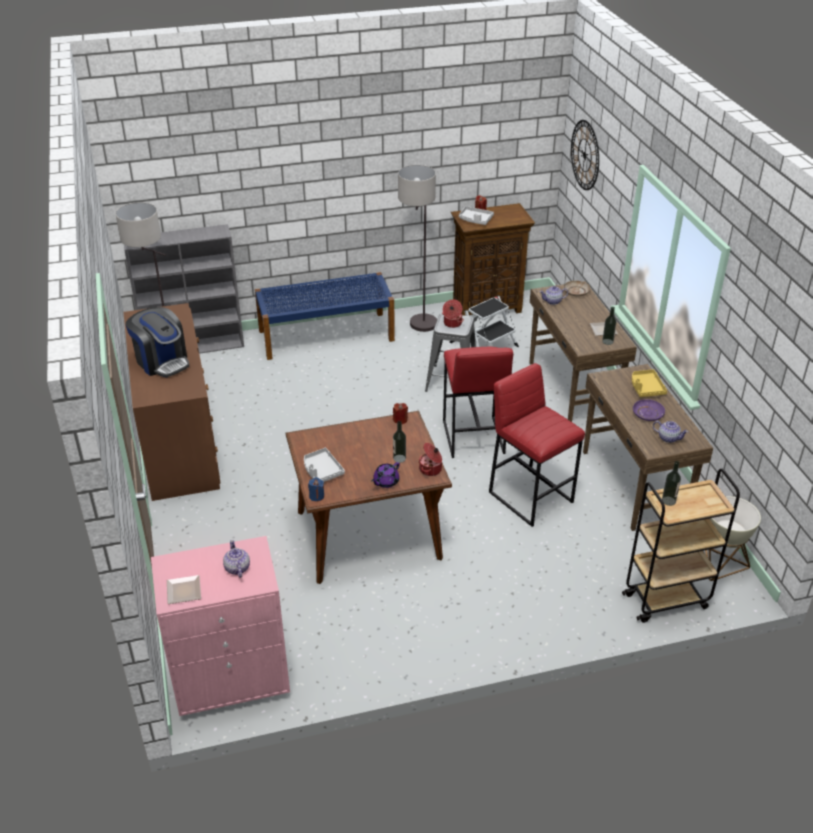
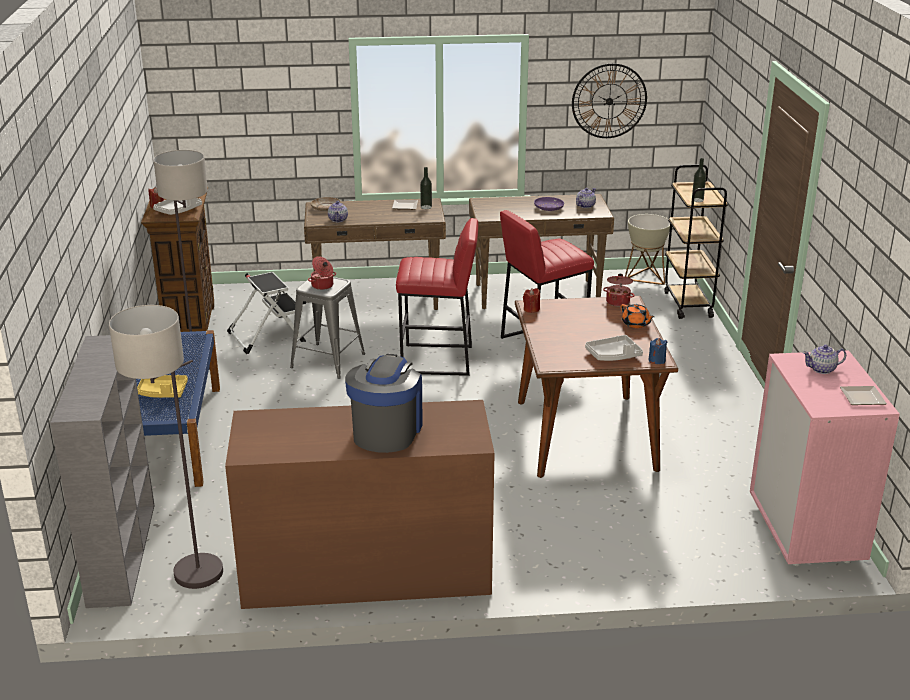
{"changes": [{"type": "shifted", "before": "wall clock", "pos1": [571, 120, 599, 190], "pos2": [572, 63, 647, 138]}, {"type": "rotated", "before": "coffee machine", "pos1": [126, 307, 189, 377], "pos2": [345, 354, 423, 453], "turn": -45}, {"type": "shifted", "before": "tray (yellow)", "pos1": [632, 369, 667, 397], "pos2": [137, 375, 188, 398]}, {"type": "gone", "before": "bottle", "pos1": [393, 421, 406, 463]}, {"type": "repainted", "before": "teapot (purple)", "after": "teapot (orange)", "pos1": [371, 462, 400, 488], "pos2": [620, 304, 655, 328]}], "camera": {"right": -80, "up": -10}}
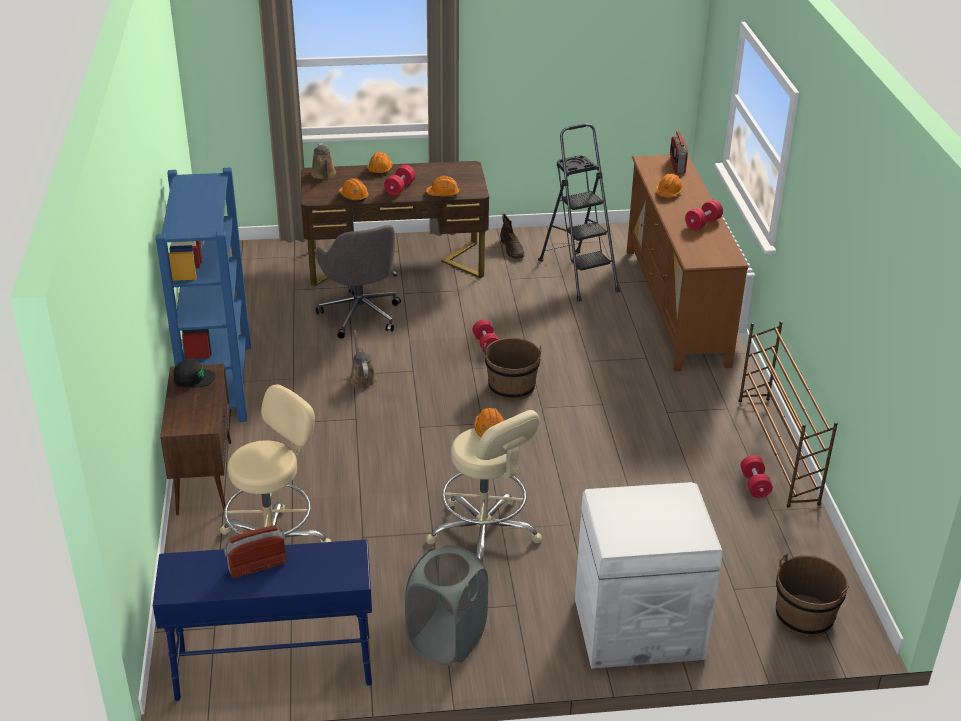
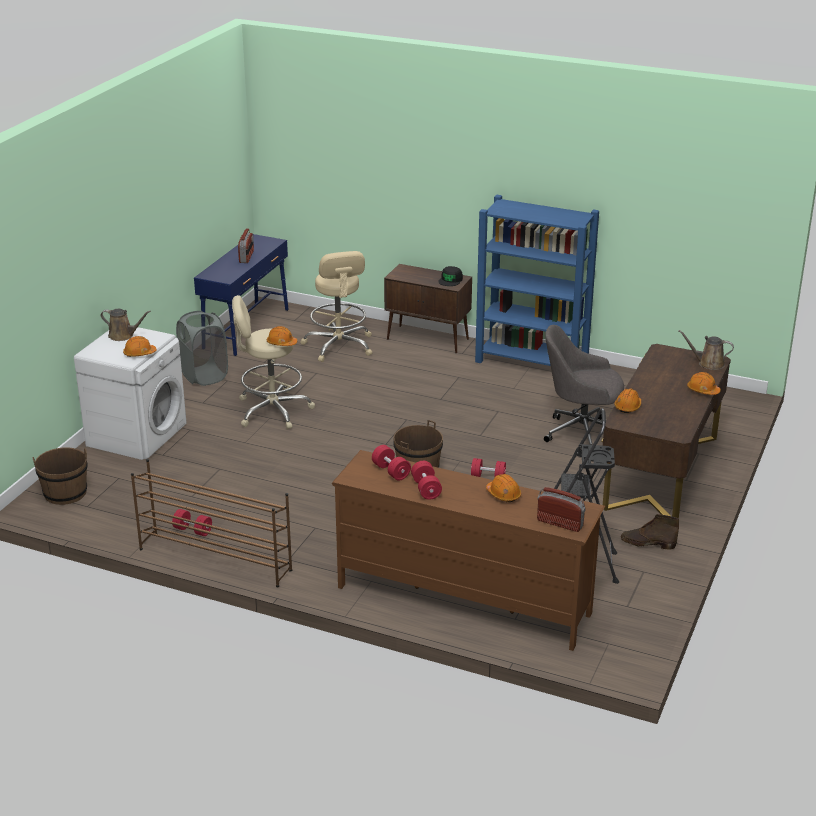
{"changes": [{"type": "shifted", "before": "dumbbell (red)", "pos1": [384, 165, 416, 196], "pos2": [372, 445, 411, 480]}, {"type": "shifted", "before": "hard hat (orange)", "pos1": [339, 178, 369, 202], "pos2": [123, 336, 157, 357]}, {"type": "shifted", "before": "watering can (brown)", "pos1": [349, 330, 377, 390], "pos2": [100, 309, 151, 341]}], "camera": {"right": 120, "up": -5}}
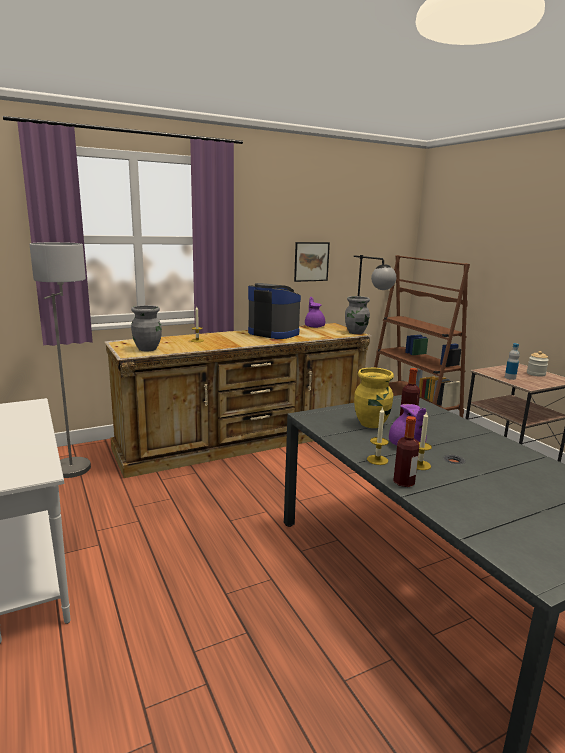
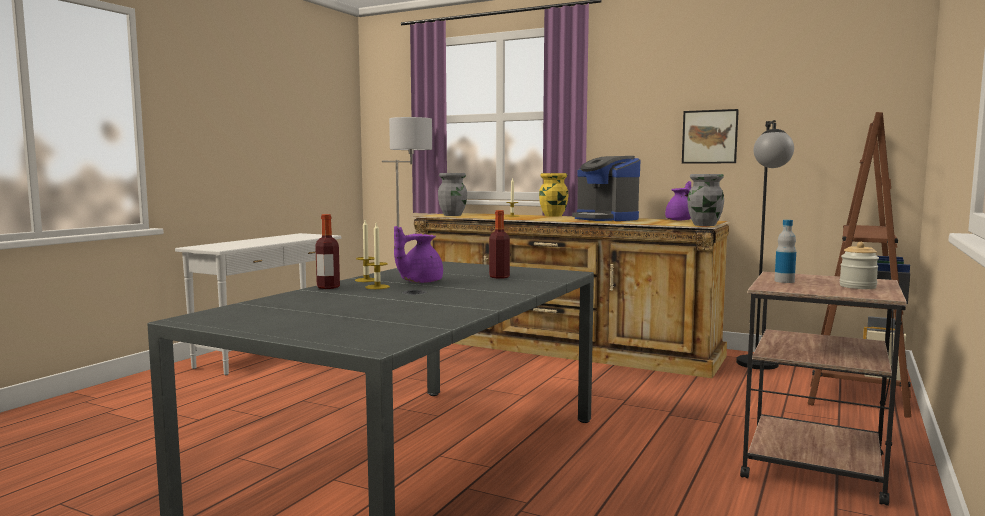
{"changes": [{"type": "rotated", "before": "coffee machine", "pos1": [248, 283, 301, 339], "pos2": [572, 156, 640, 221], "turn": 150}, {"type": "shifted", "before": "vase (yellow)", "pos1": [354, 367, 394, 428], "pos2": [539, 173, 568, 216]}], "camera": {"right": 55, "up": -10}}
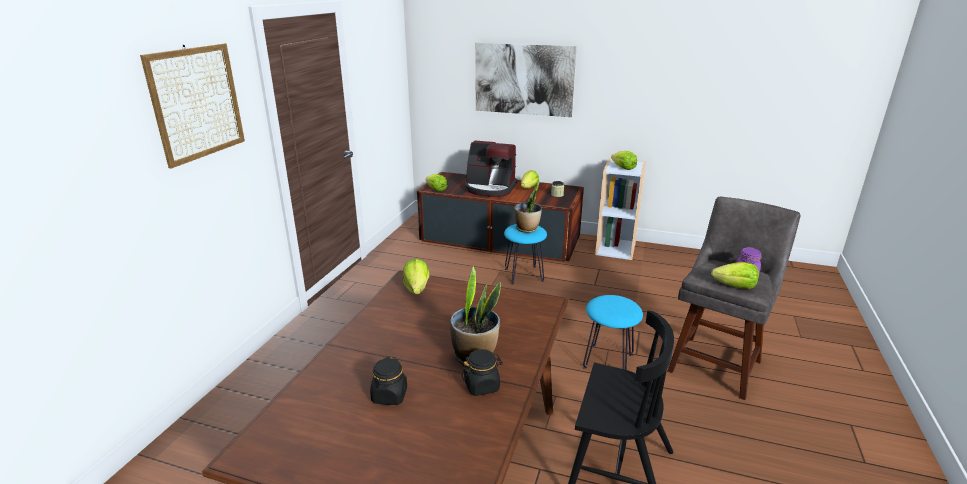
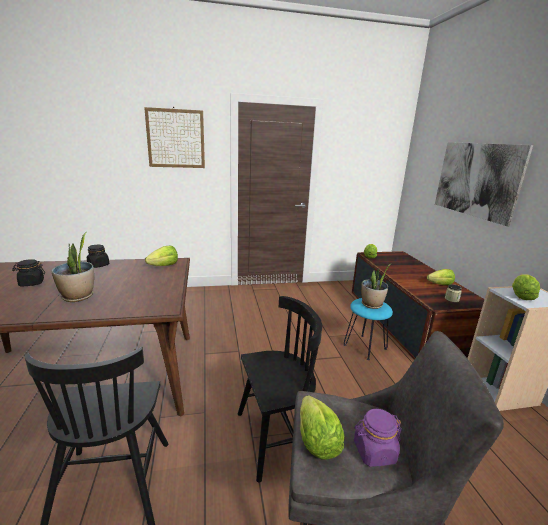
{"changes": [{"type": "gone", "before": "coffee machine", "pos1": [465, 141, 517, 197]}, {"type": "swapped", "before": "stool (turquoise)", "after": "chair (black)", "pos1": [583, 295, 643, 370], "pos2": [238, 296, 322, 483]}, {"type": "shifted", "before": "jar (black)", "pos1": [462, 349, 503, 396], "pos2": [87, 245, 109, 268]}], "camera": {"right": 60, "up": -5}}
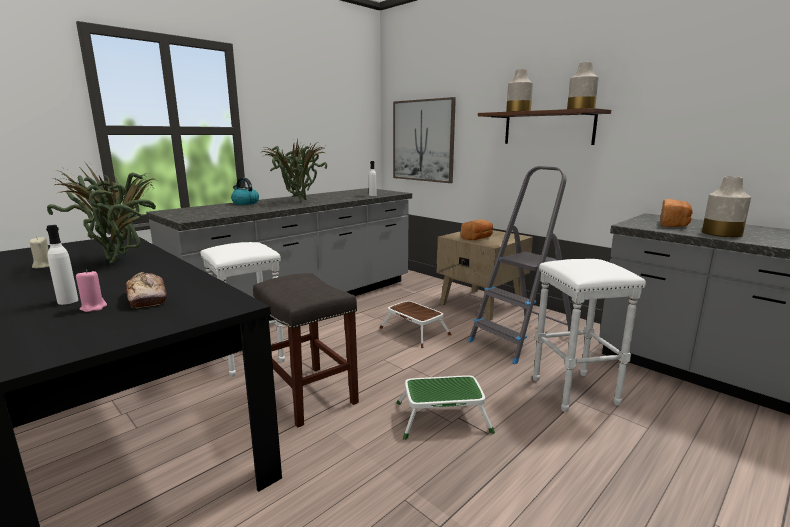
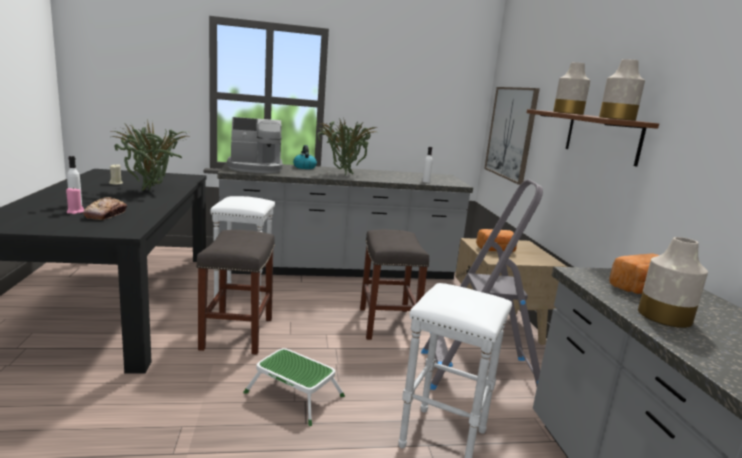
{"changes": [{"type": "swapped", "before": "step ladder (brown)", "after": "stool (grey)", "pos1": [380, 301, 451, 348], "pos2": [360, 229, 429, 340]}, {"type": "new", "after": "coffee machine", "pos2": [227, 117, 283, 173]}], "camera": {"right": 35, "up": 0}}
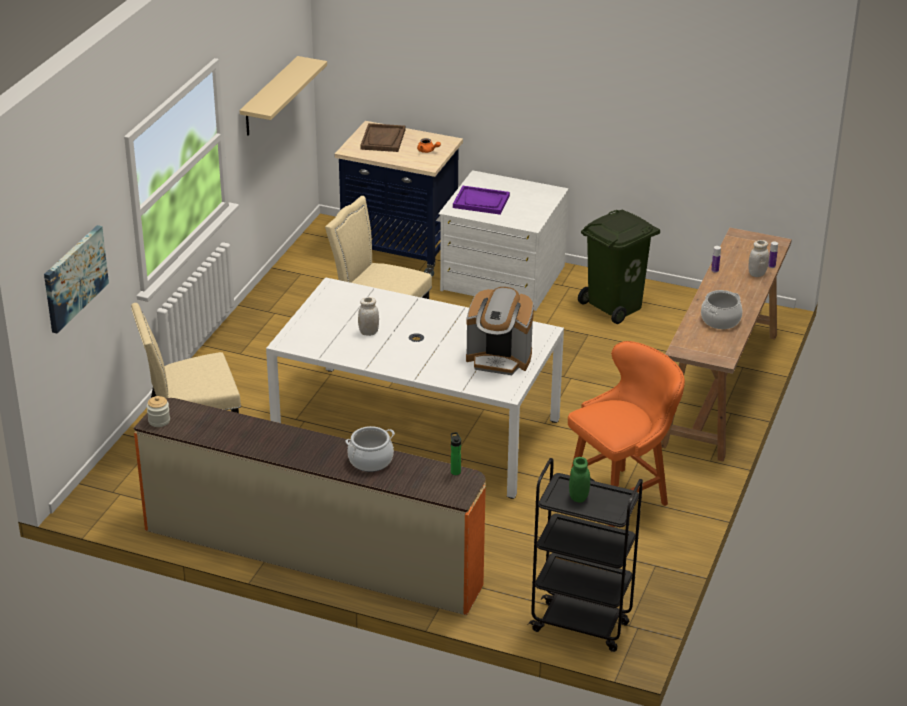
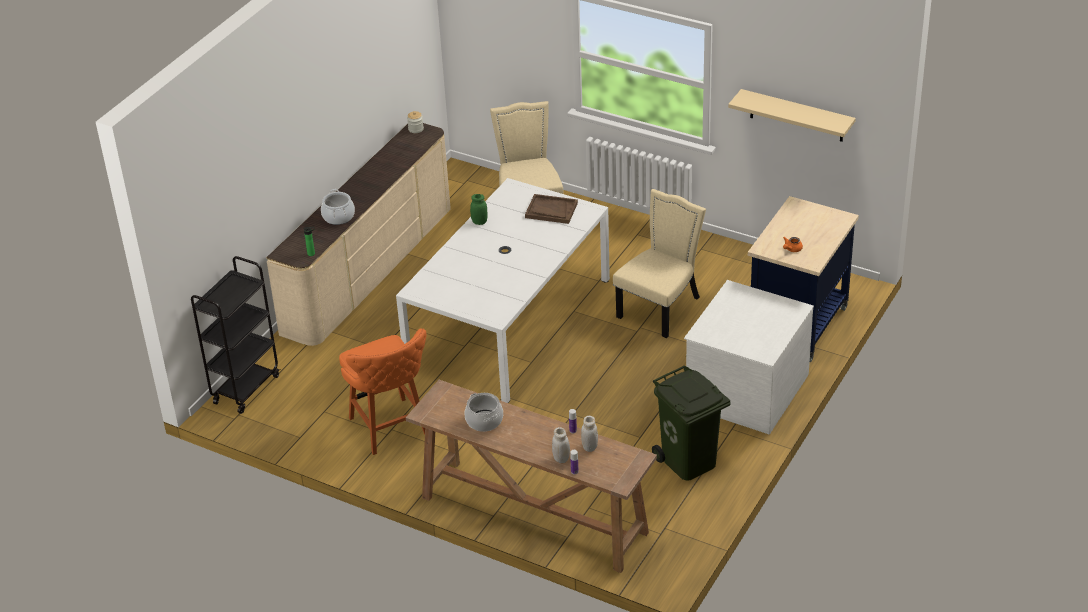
{"changes": [{"type": "shifted", "before": "tray (brown)", "pos1": [360, 123, 405, 152], "pos2": [525, 194, 578, 224]}, {"type": "gone", "before": "tray (purple)", "pos1": [453, 186, 510, 215]}, {"type": "gone", "before": "picture", "pos1": [44, 225, 109, 333]}, {"type": "gone", "before": "coffee machine", "pos1": [466, 287, 534, 375]}, {"type": "shifted", "before": "jar (white)", "pos1": [358, 297, 379, 336], "pos2": [581, 416, 598, 452]}, {"type": "repainted", "before": "cabinet (orange)", "after": "cabinet (beige)", "pos1": [134, 398, 486, 616], "pos2": [266, 123, 451, 346]}, {"type": "shifted", "before": "jar (green)", "pos1": [569, 457, 590, 503], "pos2": [470, 194, 488, 225]}], "camera": {"right": 100, "up": 5}}
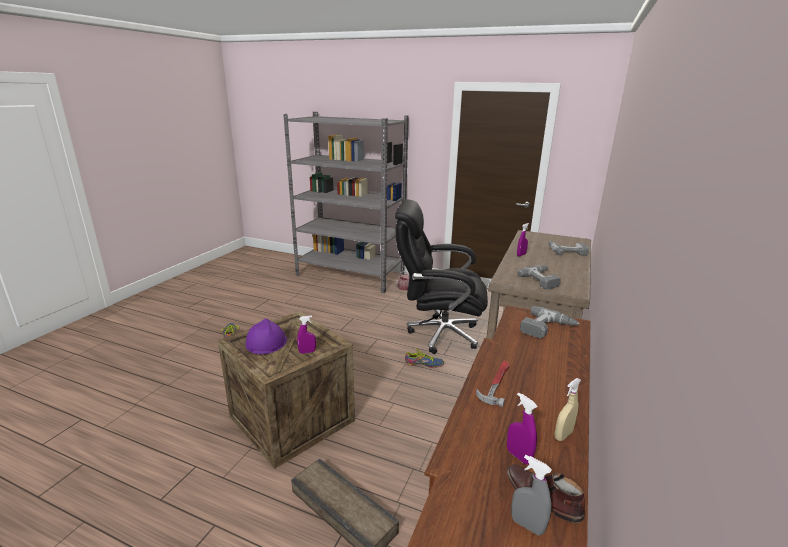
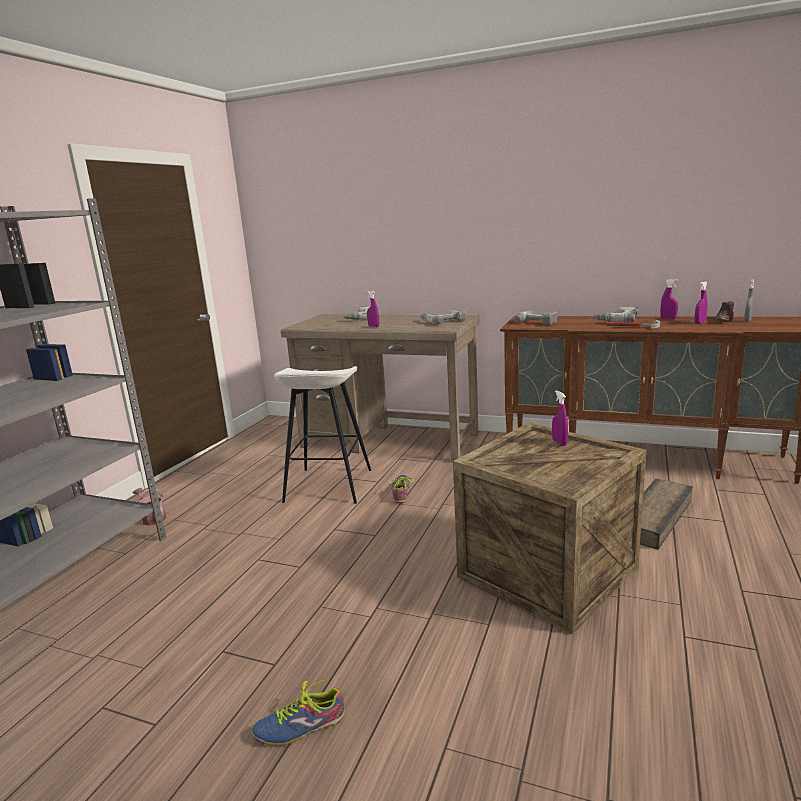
{"changes": [{"type": "swapped", "before": "office chair (black)", "after": "stool (white)", "pos1": [395, 199, 488, 354], "pos2": [274, 366, 371, 504]}, {"type": "gone", "before": "hard hat (purple)", "pos1": [245, 319, 287, 354]}, {"type": "repainted", "before": "spray bottle (beige)", "after": "spray bottle (purple)", "pos1": [555, 378, 581, 441], "pos2": [660, 279, 678, 319]}, {"type": "new", "after": "power drill", "pos2": [593, 306, 639, 322]}], "camera": {"right": -90, "up": -5}}
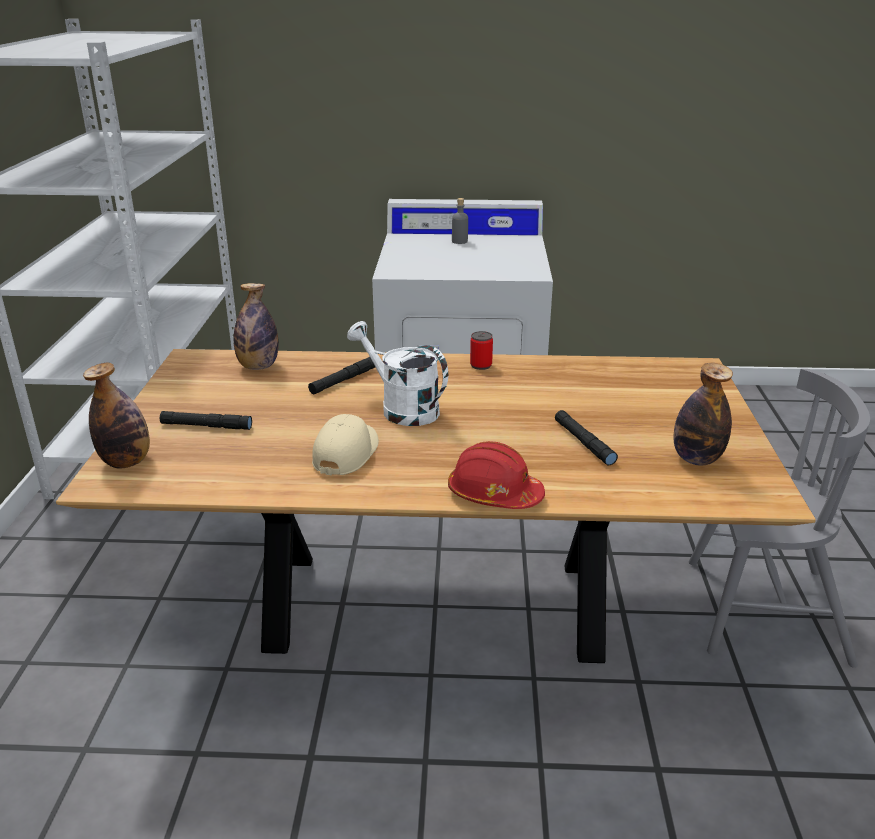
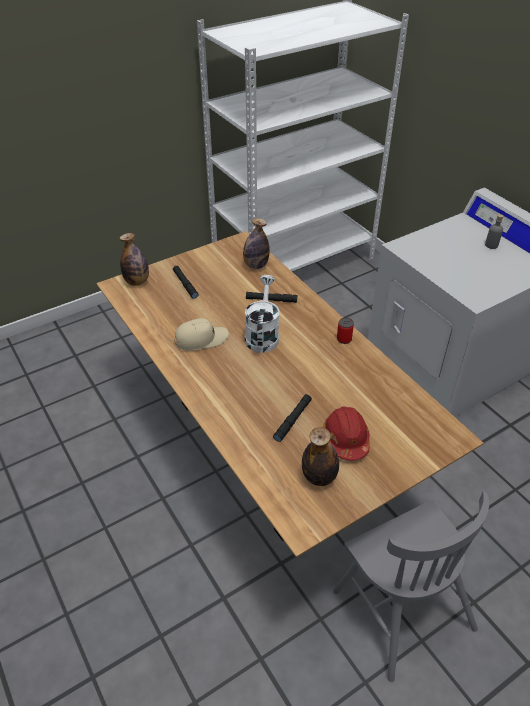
{"changes": [{"type": "shifted", "before": "hard hat (red)", "pos1": [448, 441, 545, 509], "pos2": [323, 406, 370, 461]}], "camera": {"right": 55, "up": 15}}
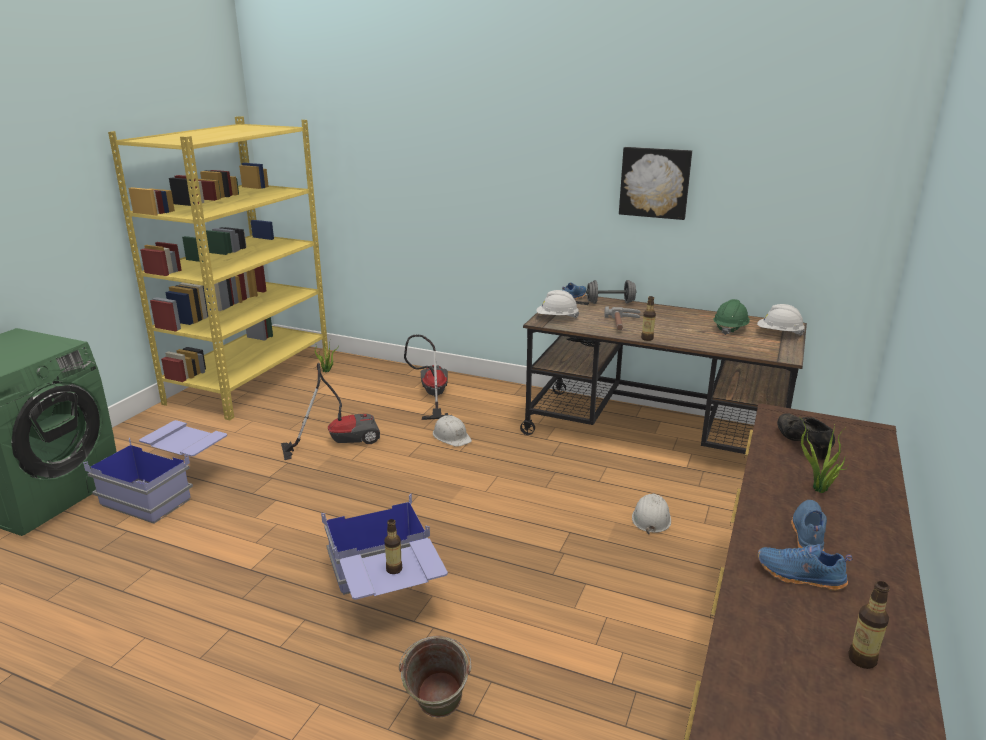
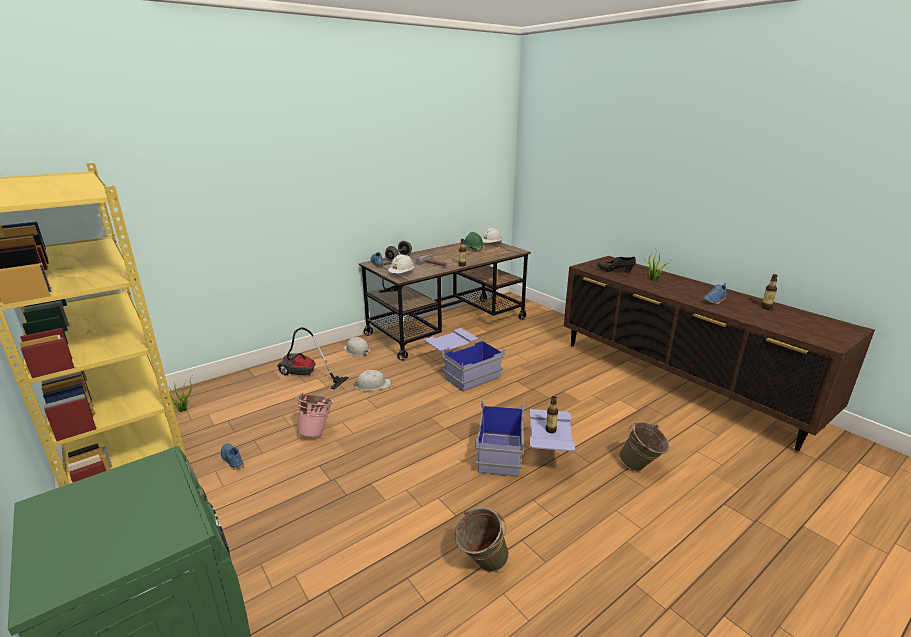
{"changes": [{"type": "gone", "before": "picture", "pos1": [619, 147, 692, 220]}, {"type": "swapped", "before": "vacuum cleaner", "after": "bucket (pink)", "pos1": [281, 363, 380, 460], "pos2": [295, 393, 333, 437]}, {"type": "shifted", "before": "storage box (blue)", "pos1": [83, 420, 227, 524], "pos2": [424, 328, 505, 392]}, {"type": "shifted", "before": "hard hat (white)", "pos1": [632, 494, 671, 534], "pos2": [343, 337, 370, 356]}, {"type": "shifted", "before": "shoe (blue)", "pos1": [791, 500, 827, 551], "pos2": [221, 443, 244, 470]}, {"type": "new", "after": "bucket (green)", "pos2": [455, 507, 509, 572]}], "camera": {"right": -60, "up": 0}}
